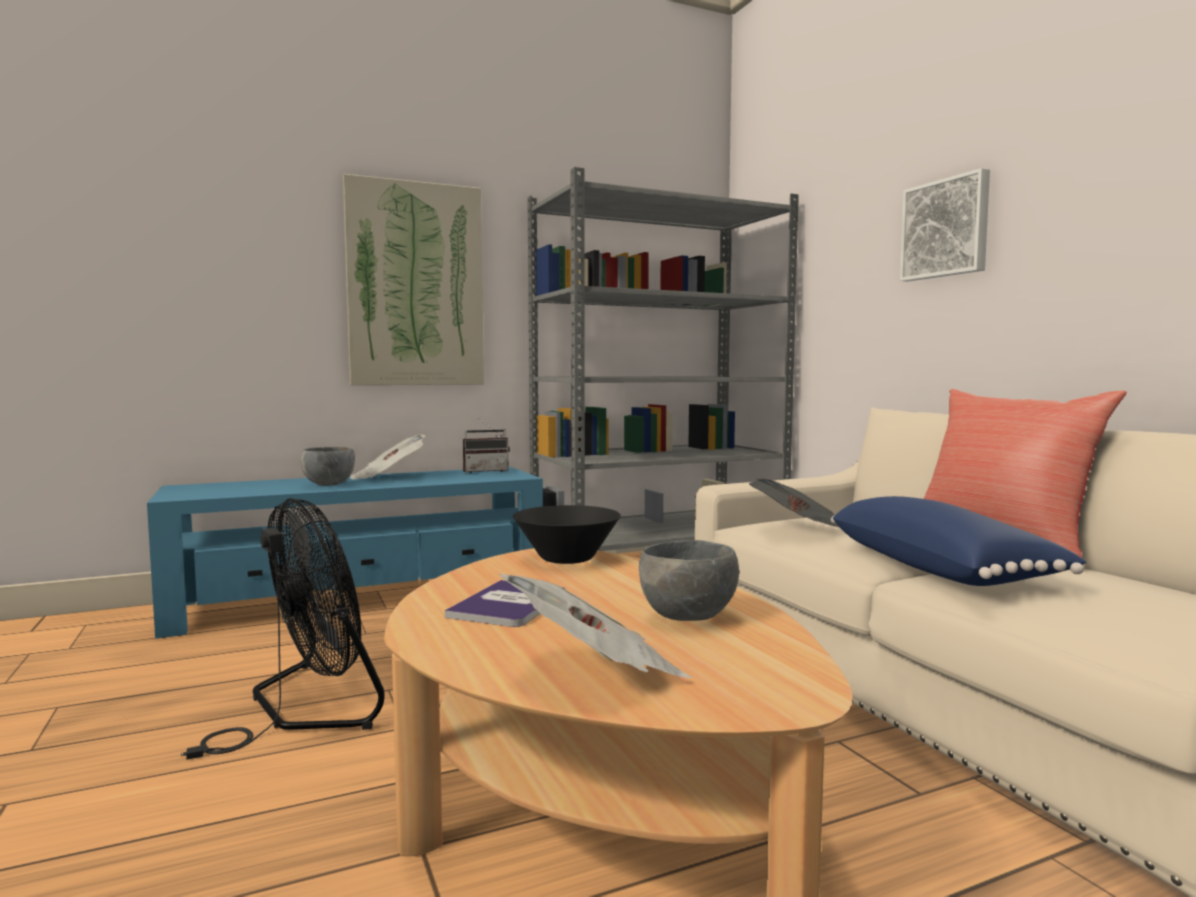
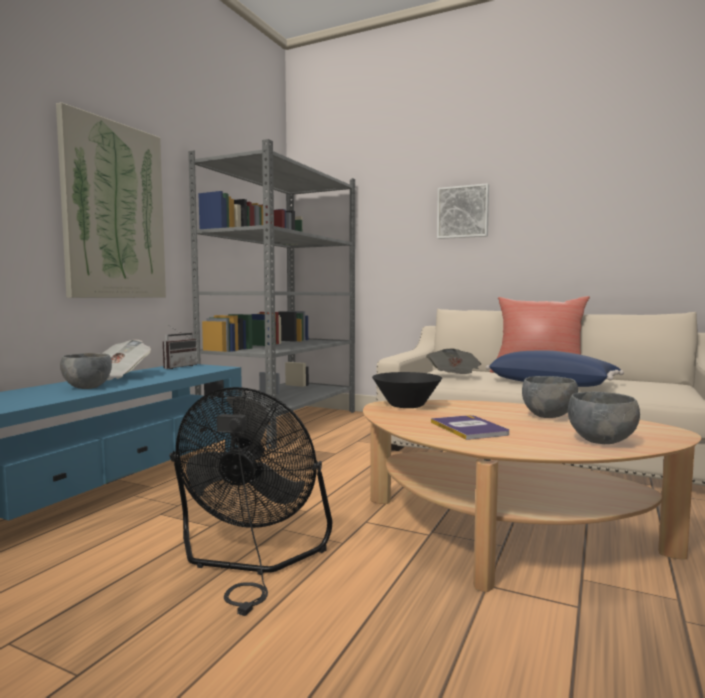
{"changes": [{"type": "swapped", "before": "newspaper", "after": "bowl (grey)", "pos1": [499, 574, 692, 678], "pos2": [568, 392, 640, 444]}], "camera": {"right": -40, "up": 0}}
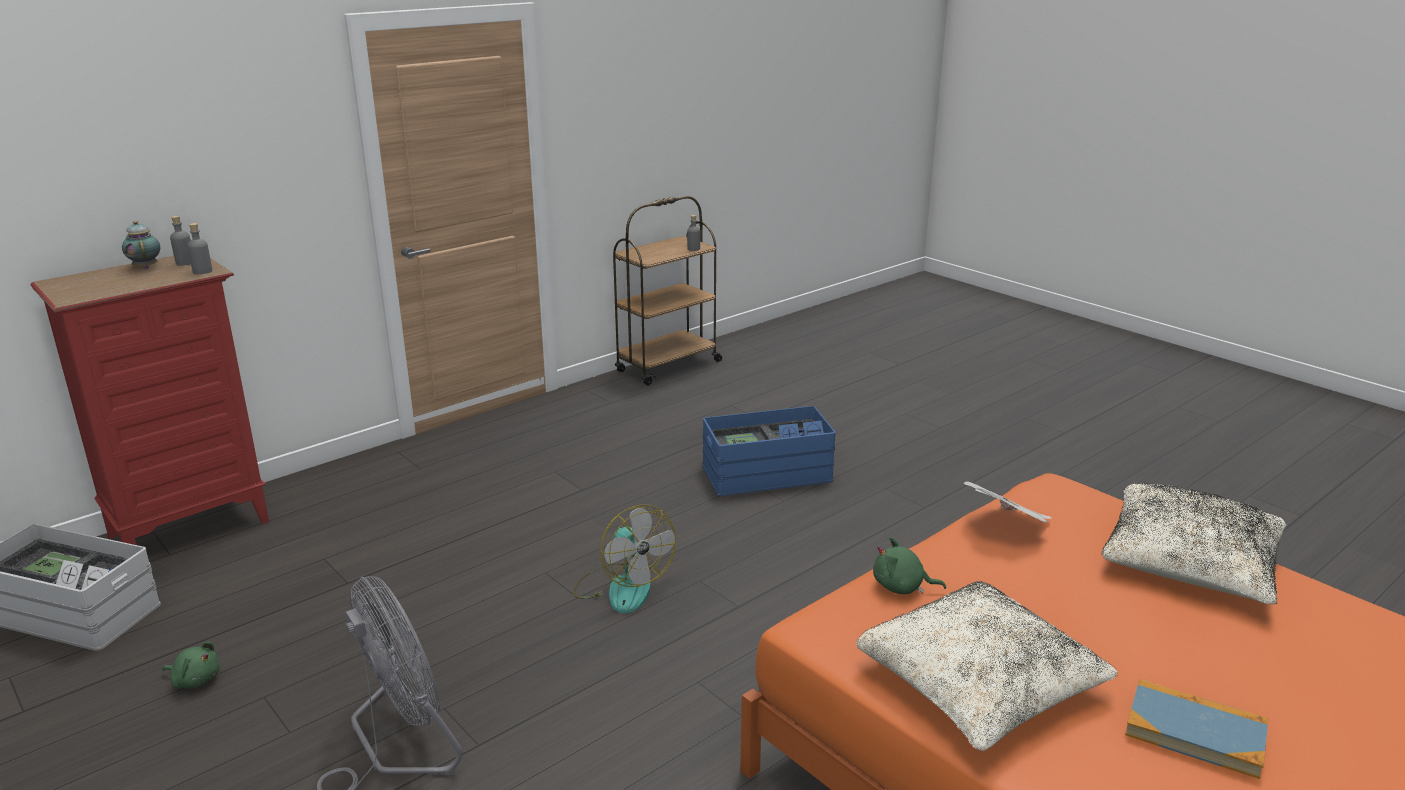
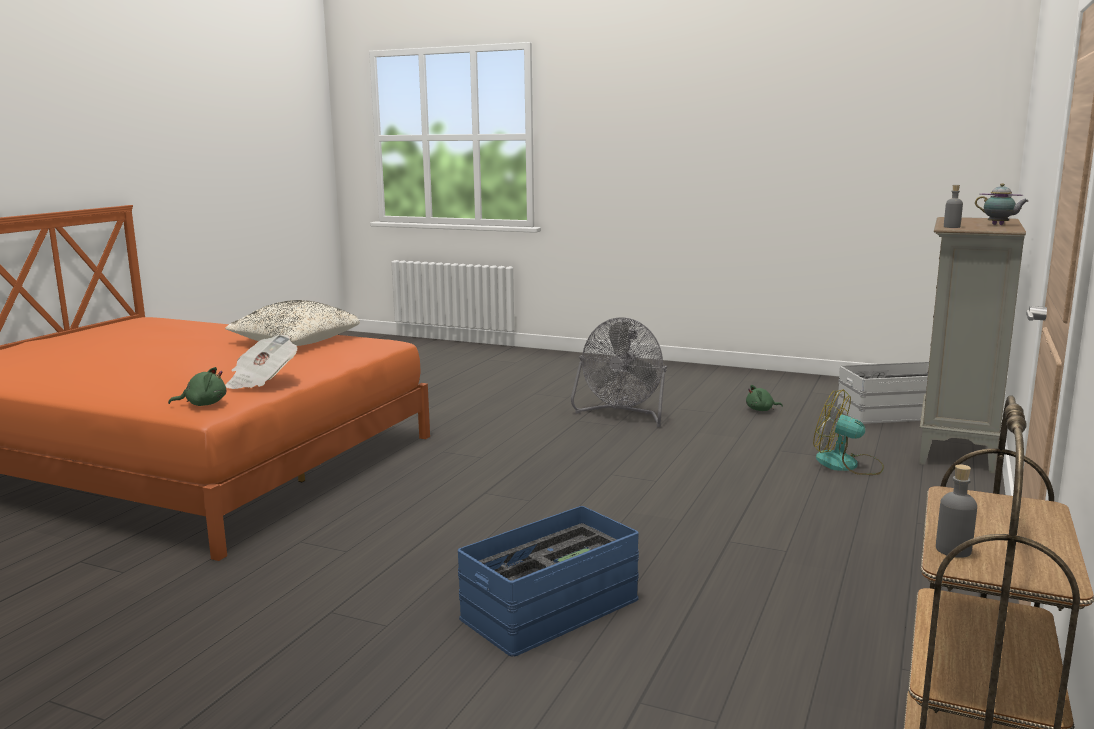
{"changes": [{"type": "gone", "before": "bottle (grey)", "pos1": [170, 216, 191, 266]}, {"type": "repainted", "before": "dresser (red)", "after": "dresser (grey)", "pos1": [31, 256, 269, 545], "pos2": [919, 217, 1026, 473]}, {"type": "gone", "before": "pillow (beige)", "pos1": [1102, 483, 1287, 605]}, {"type": "shifted", "before": "fan", "pos1": [573, 505, 676, 613], "pos2": [813, 389, 884, 475]}, {"type": "shifted", "before": "plush toy (green)", "pos1": [873, 537, 946, 594], "pos2": [168, 367, 226, 406]}, {"type": "gone", "before": "book", "pos1": [1125, 679, 1269, 779]}], "camera": {"right": 155, "up": -10}}
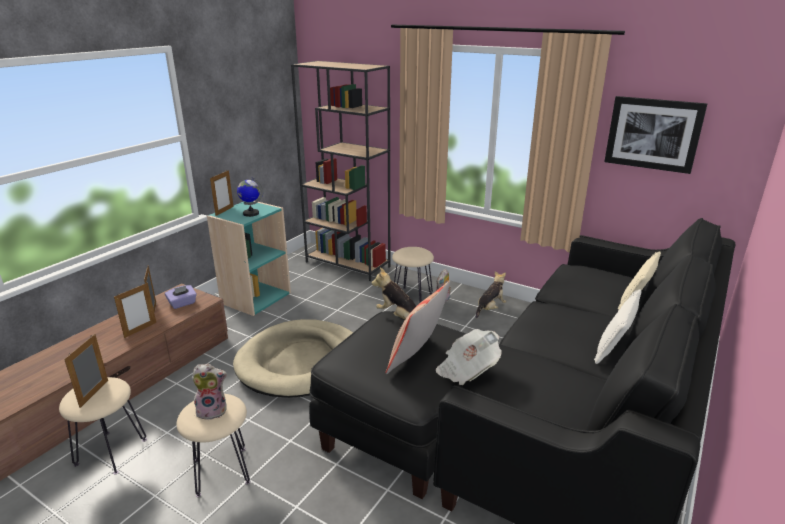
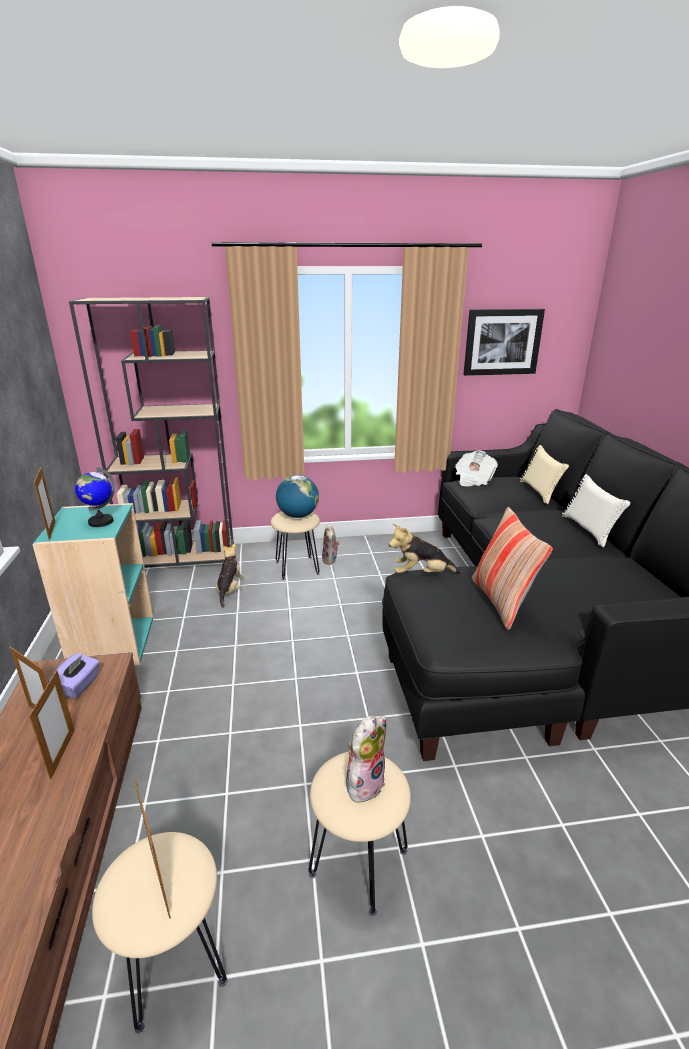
{"changes": [{"type": "shifted", "before": "plush toy", "pos1": [476, 271, 506, 319], "pos2": [216, 543, 244, 608]}, {"type": "gone", "before": "dog bed (beige)", "pos1": [233, 319, 353, 398]}, {"type": "shifted", "before": "newspaper", "pos1": [436, 329, 502, 385], "pos2": [455, 450, 498, 486]}, {"type": "new", "after": "globe", "pos2": [276, 475, 319, 518]}], "camera": {"right": -40, "up": 0}}
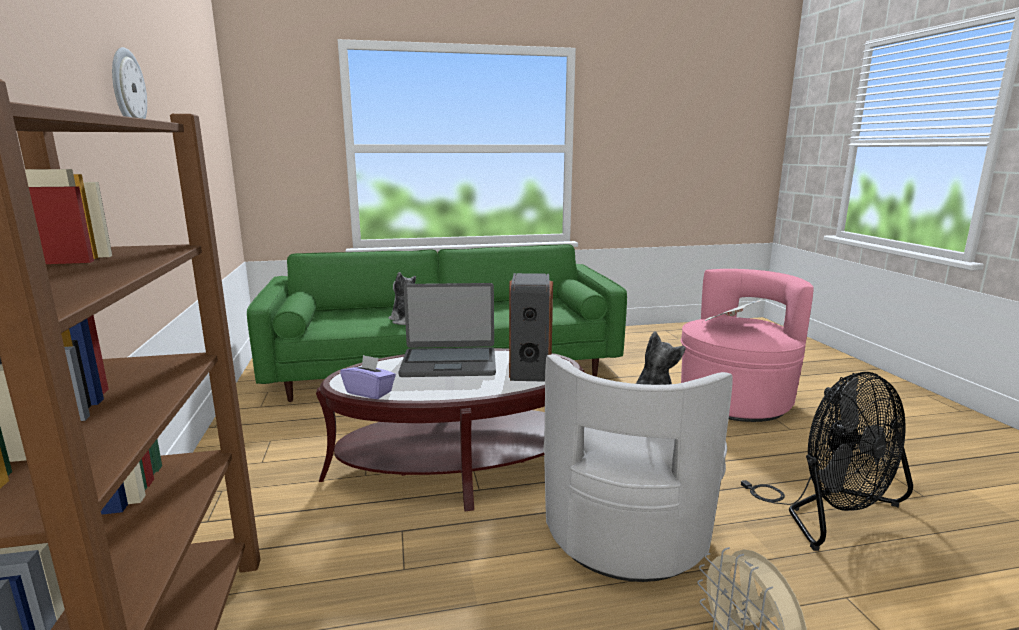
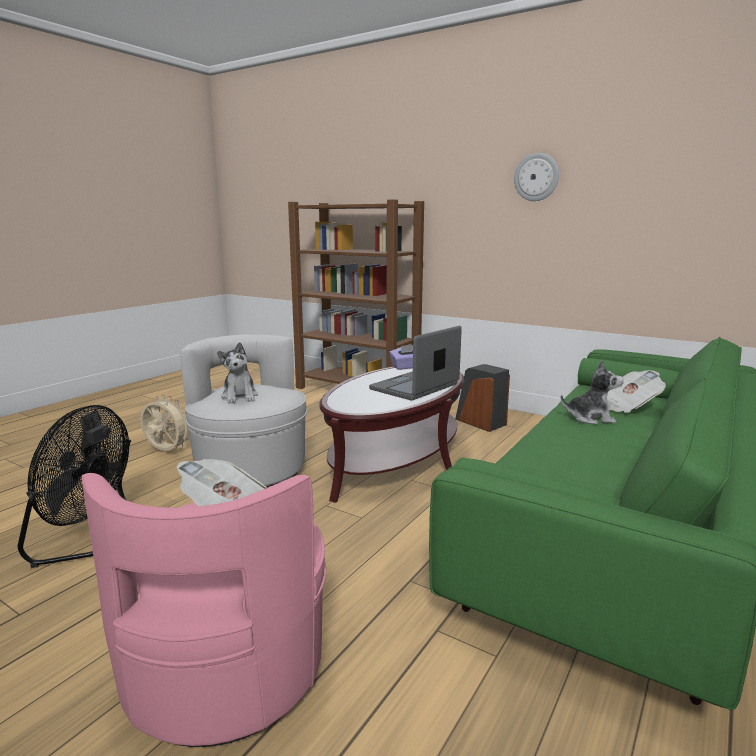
{"changes": [{"type": "shifted", "before": "speaker", "pos1": [509, 273, 553, 382], "pos2": [455, 364, 510, 432]}, {"type": "new", "after": "newspaper", "pos2": [607, 370, 666, 413]}], "camera": {"right": 135, "up": 0}}
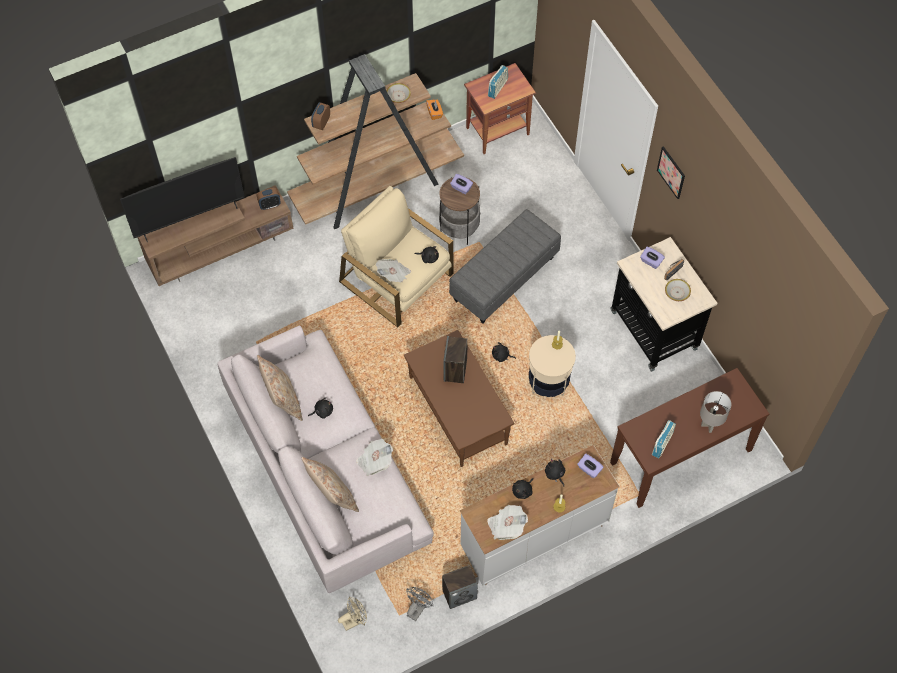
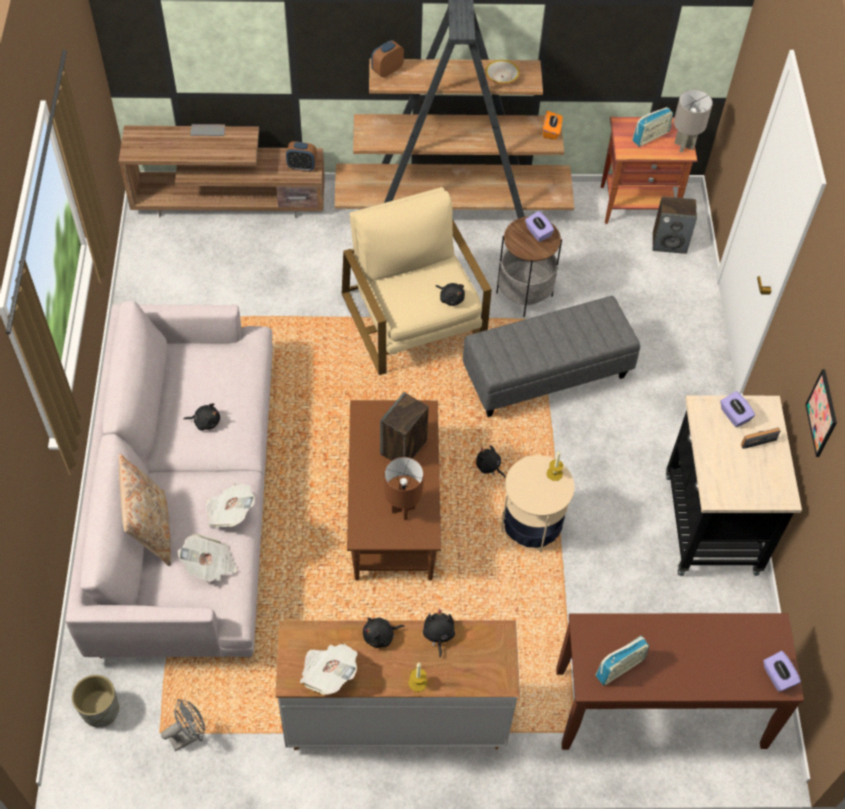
{"changes": [{"type": "shifted", "before": "picture", "pos1": [657, 146, 685, 199], "pos2": [805, 369, 837, 457]}, {"type": "gone", "before": "television", "pos1": [120, 157, 245, 242]}, {"type": "shifted", "before": "newspaper", "pos1": [376, 259, 411, 283], "pos2": [178, 534, 238, 583]}, {"type": "gone", "before": "bowl", "pos1": [665, 279, 691, 301]}, {"type": "gone", "before": "pillow (beige)", "pos1": [257, 355, 303, 421]}, {"type": "shifted", "before": "table lamp (grey)", "pos1": [700, 391, 731, 433], "pos2": [674, 89, 713, 153]}, {"type": "shifted", "before": "tissue box (purple)", "pos1": [577, 454, 603, 478], "pos2": [763, 651, 801, 692]}, {"type": "shifted", "before": "speaker", "pos1": [442, 565, 478, 609], "pos2": [652, 196, 697, 254]}, {"type": "swapped", "before": "fan (beige)", "after": "planter (grey)", "pos1": [338, 597, 367, 631], "pos2": [72, 675, 119, 727]}, {"type": "new", "after": "table lamp (brown)", "pos2": [384, 457, 424, 520]}], "camera": {"right": 25, "up": -5}}
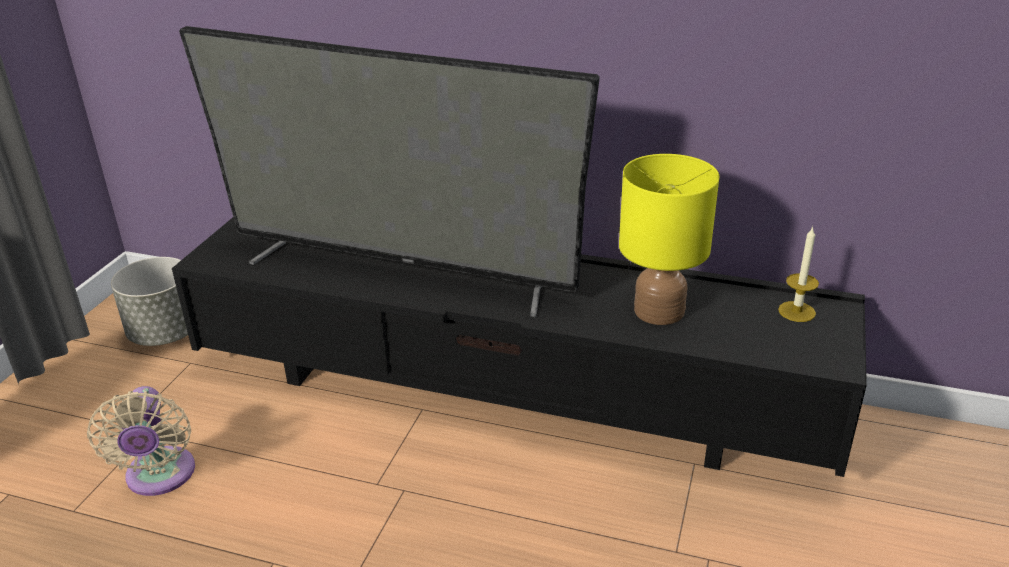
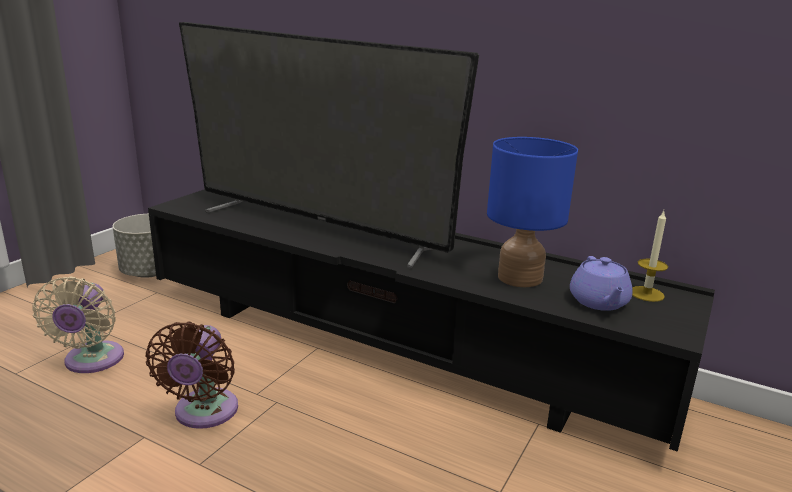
{"changes": [{"type": "repainted", "before": "table lamp (yellow)", "after": "table lamp (blue)", "pos1": [619, 154, 719, 325], "pos2": [487, 137, 578, 287]}, {"type": "new", "after": "teapot (purple)", "pos2": [570, 256, 633, 311]}, {"type": "new", "after": "fan (brown)", "pos2": [146, 322, 238, 429]}], "camera": {"right": 10, "up": -10}}
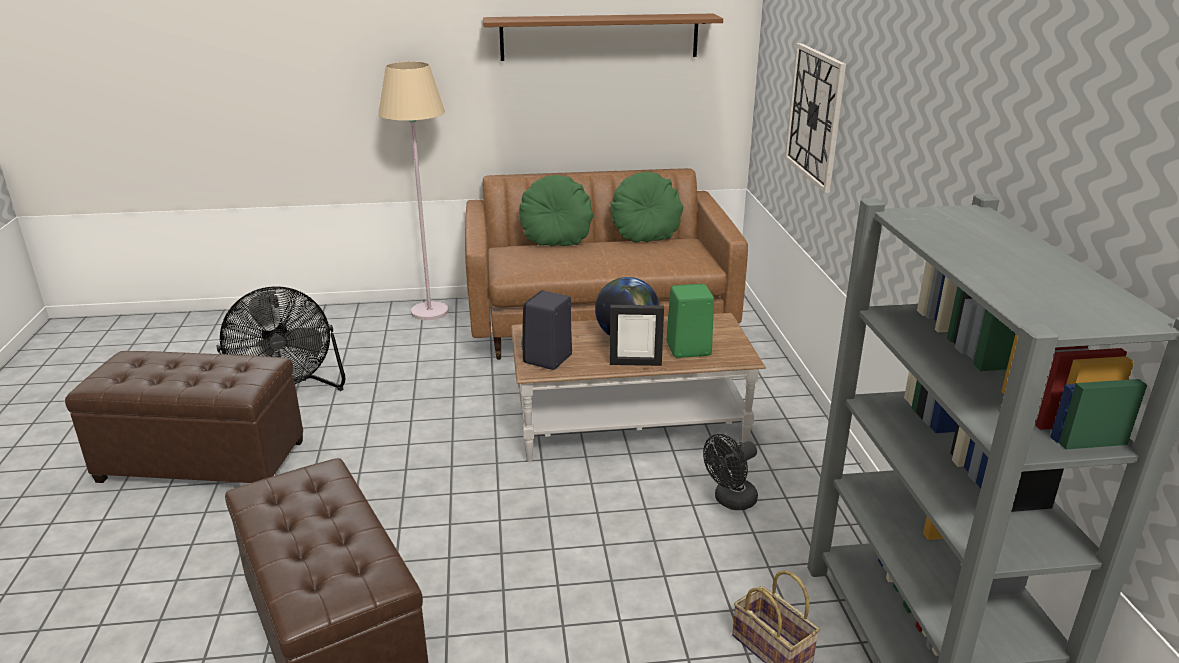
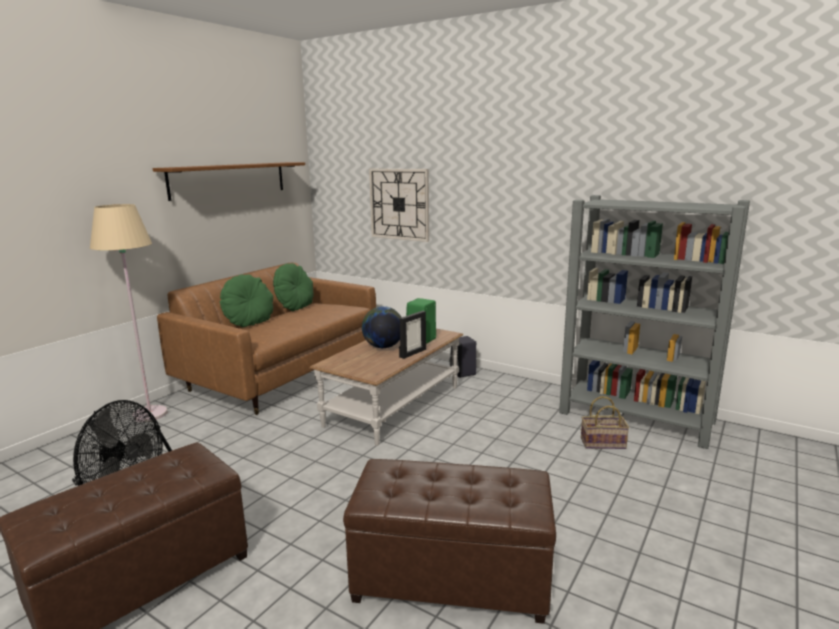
{"changes": [{"type": "shifted", "before": "speaker (black)", "pos1": [522, 290, 572, 370], "pos2": [450, 336, 476, 378]}, {"type": "gone", "before": "fan (black)", "pos1": [703, 434, 758, 510]}], "camera": {"right": -50, "up": -10}}
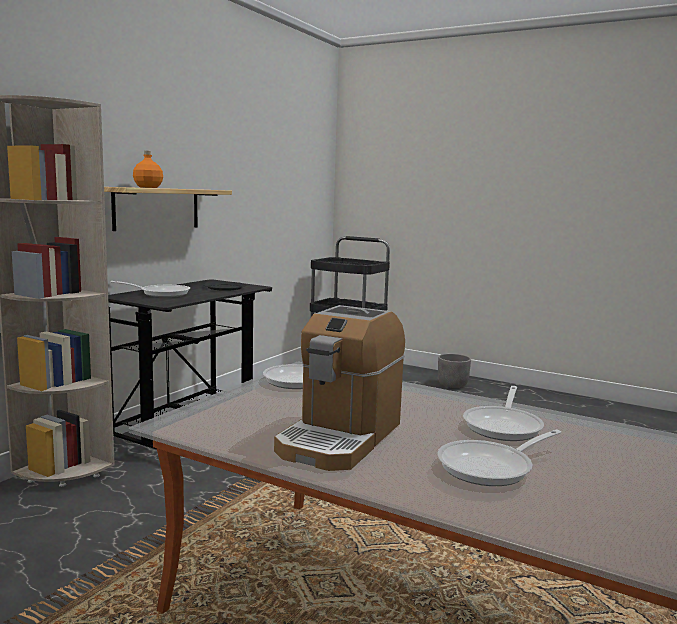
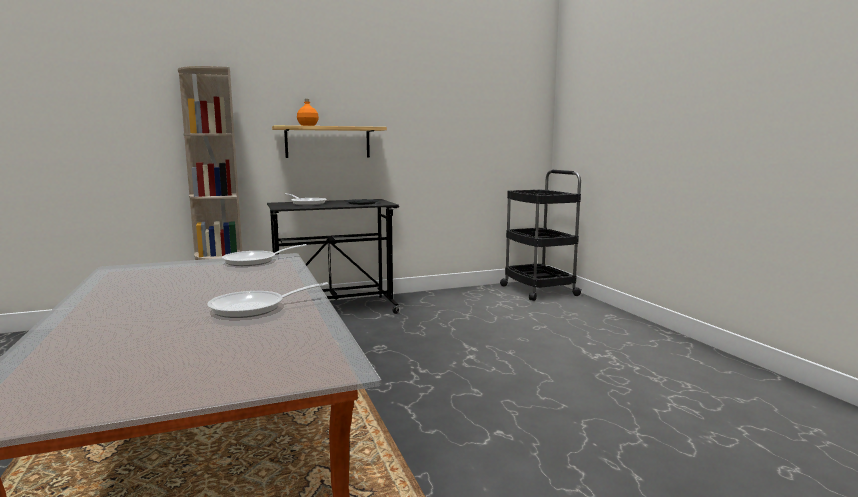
{"changes": [{"type": "gone", "before": "coffee machine", "pos1": [274, 305, 405, 471]}, {"type": "gone", "before": "planter (grey)", "pos1": [438, 354, 471, 388]}, {"type": "gone", "before": "frying pan", "pos1": [437, 430, 562, 486]}], "camera": {"right": 40, "up": 0}}
